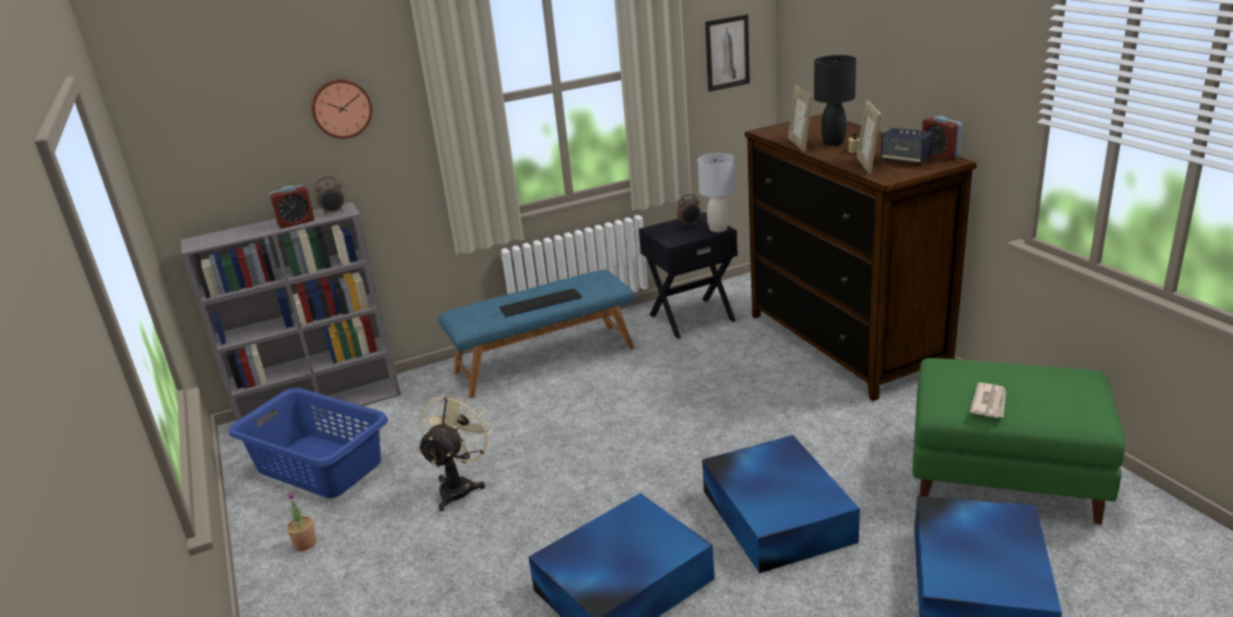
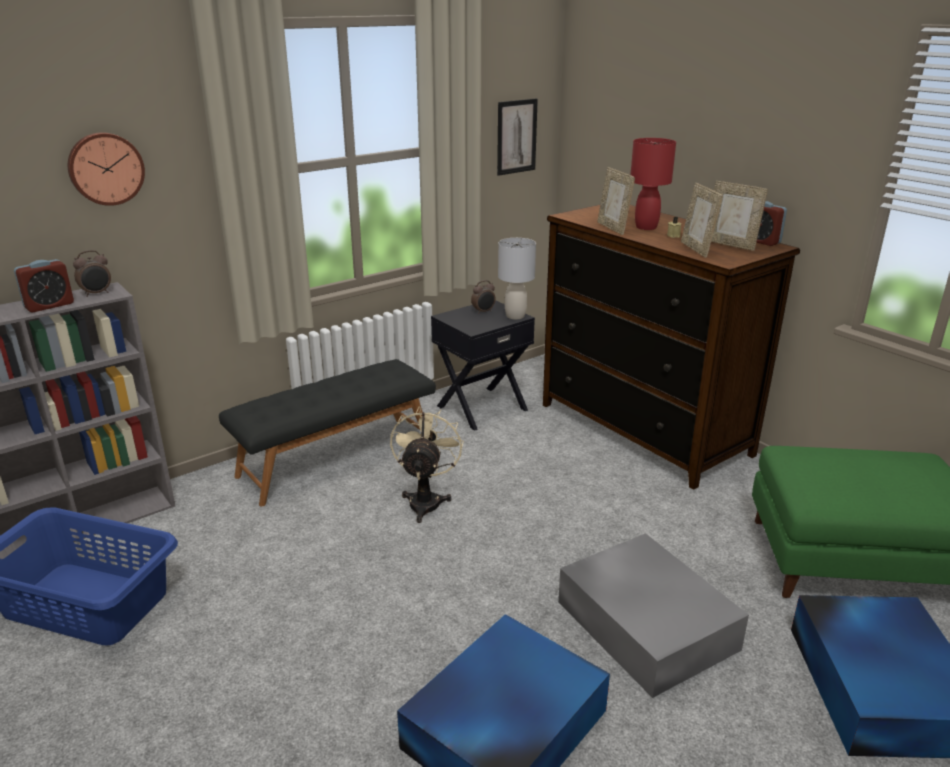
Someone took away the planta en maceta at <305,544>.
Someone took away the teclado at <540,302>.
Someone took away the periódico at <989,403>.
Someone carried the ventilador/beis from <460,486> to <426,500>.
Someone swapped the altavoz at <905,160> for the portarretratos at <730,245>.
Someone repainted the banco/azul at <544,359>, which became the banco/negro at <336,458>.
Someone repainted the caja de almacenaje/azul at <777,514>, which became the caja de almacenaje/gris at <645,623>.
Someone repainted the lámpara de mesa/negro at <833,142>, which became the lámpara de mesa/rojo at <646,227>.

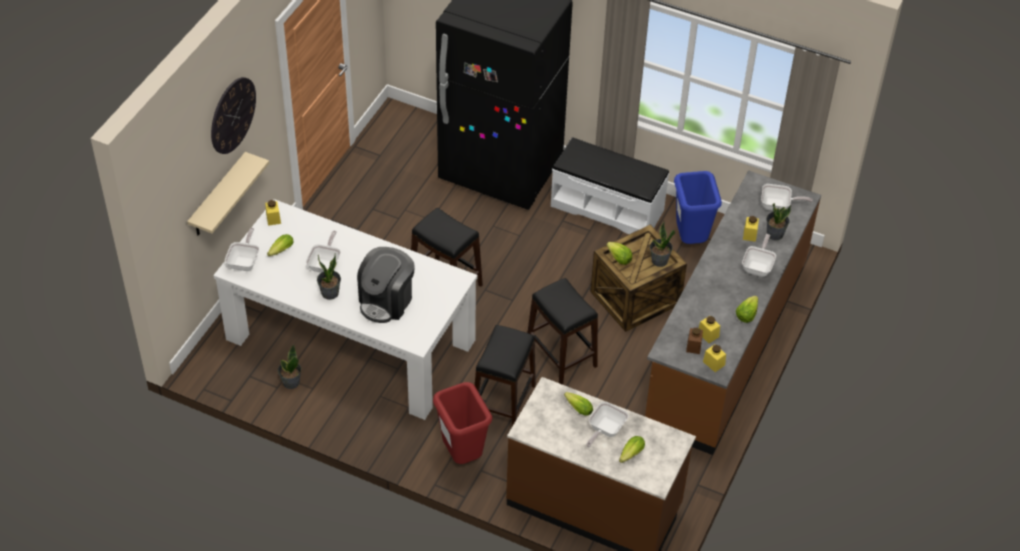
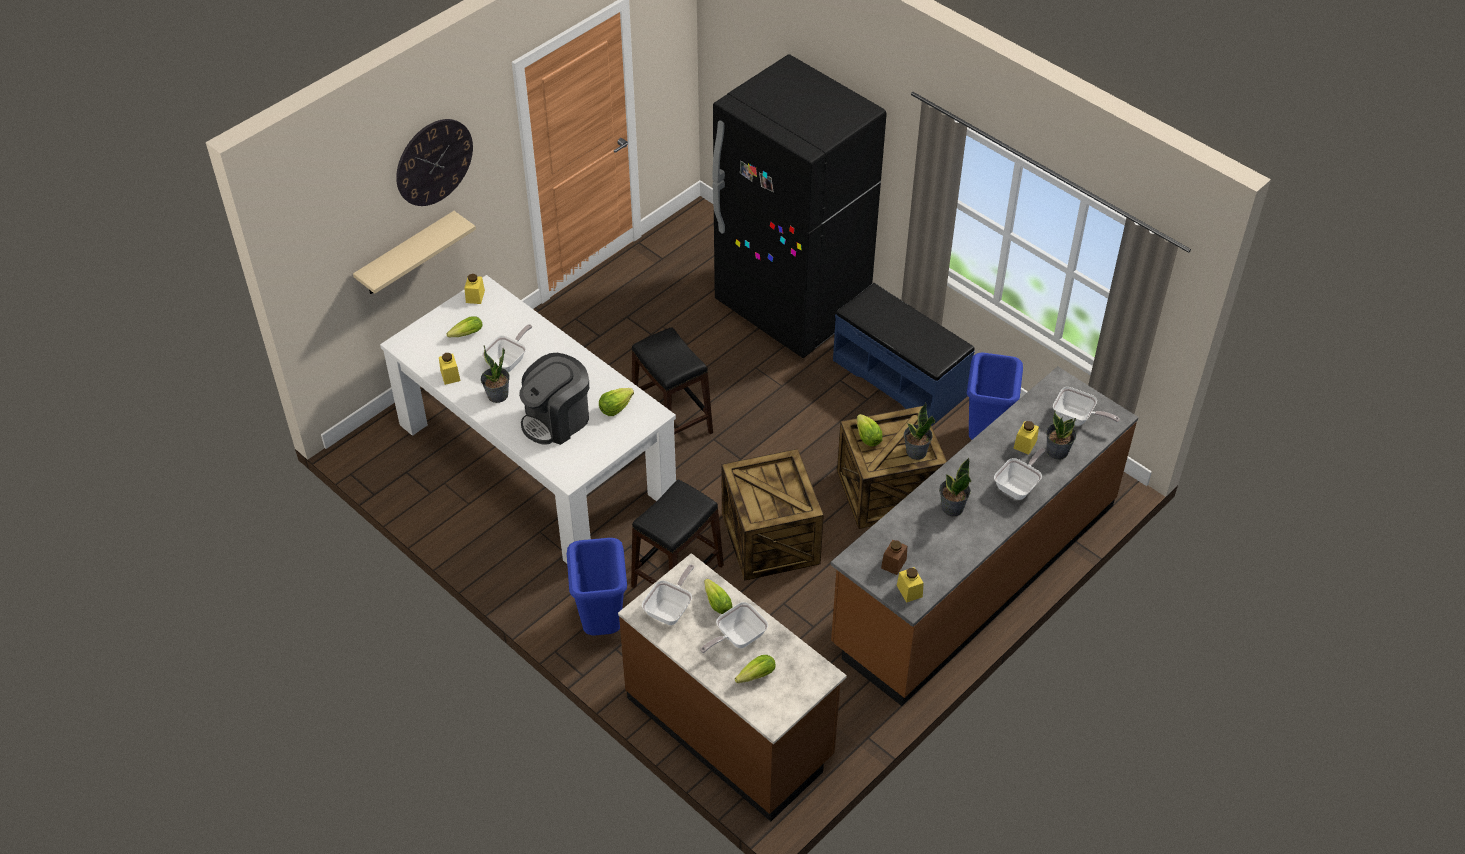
Someone carried the sartén from <245,261> to <670,609>.
Someone carried the planta en maceta from <291,382> to <952,507>.
Someone carried the tarro/amarillo from <708,334> to <450,375>.
Someone carried the lechuga from <746,315> to <615,408>.
Someone swapped the taburete/negro at <561,356> for the caja de embalaje at <768,538>.
Someone repainted the papelera/rojo at <462,455>, which became the papelera/azul at <602,625>.
Someone repainted the banco/blanco at <607,208>, which became the banco/azul at <900,377>.

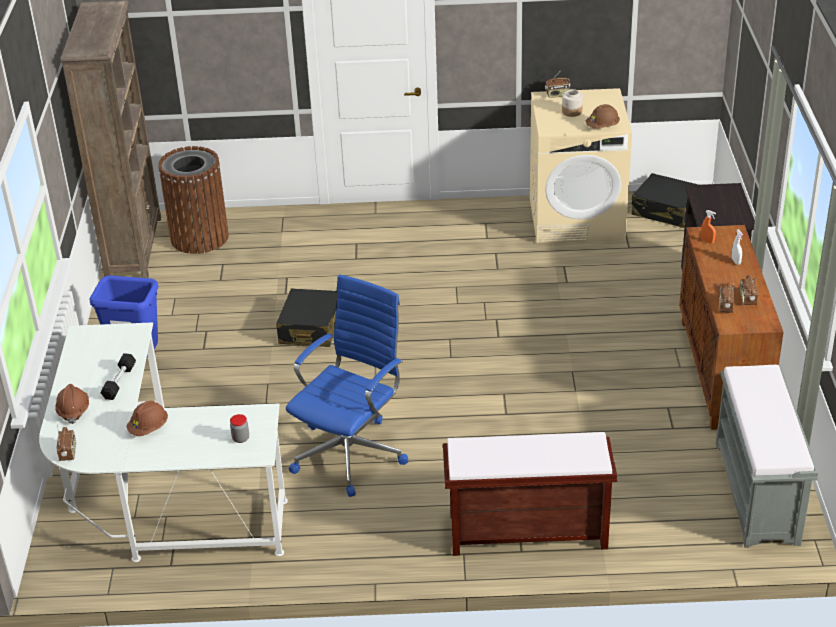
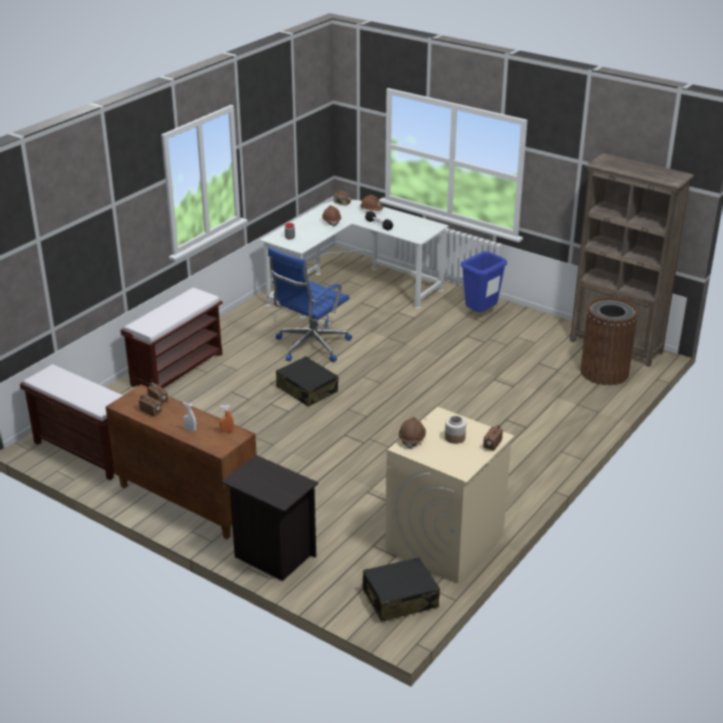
Someone carried the maleta/negro from <310,328> to <307,389>.
Someone repainted the banco/gris at <757,493>, which became the banco/marrón at <84,451>.
Someone rotated the silla de oficina/azul at <351,452> by 60 degrees clockwise.

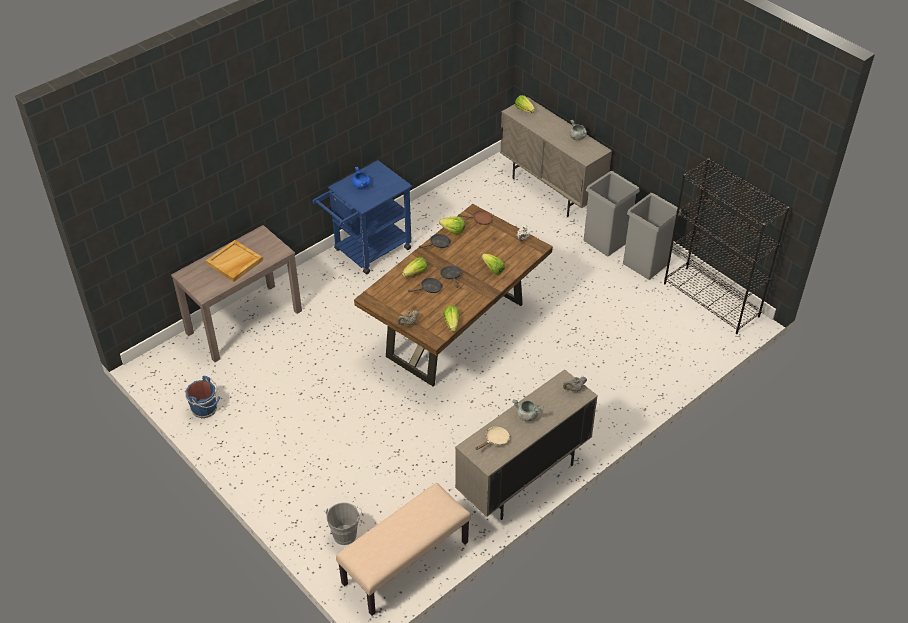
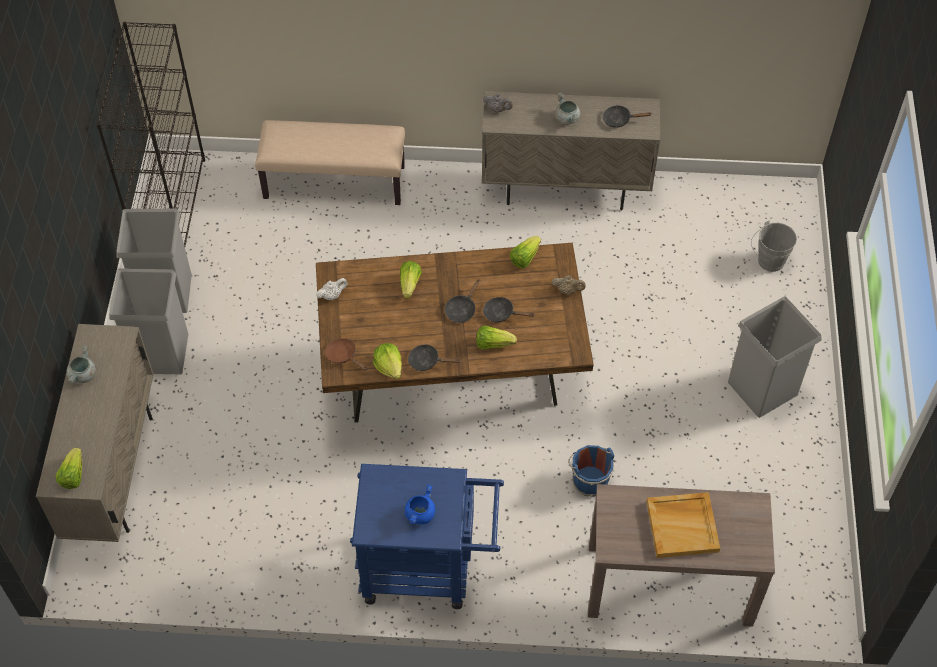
Someone put down the papelera/gris at <762,388>.
Someone carried the cubo/azul from <205,409> to <589,480>.
Someone carried the banco/beis from <405,564> to <335,181>.
Someone repainted the sartén/beis at <495,440>, which became the sartén/negro at <619,120>.

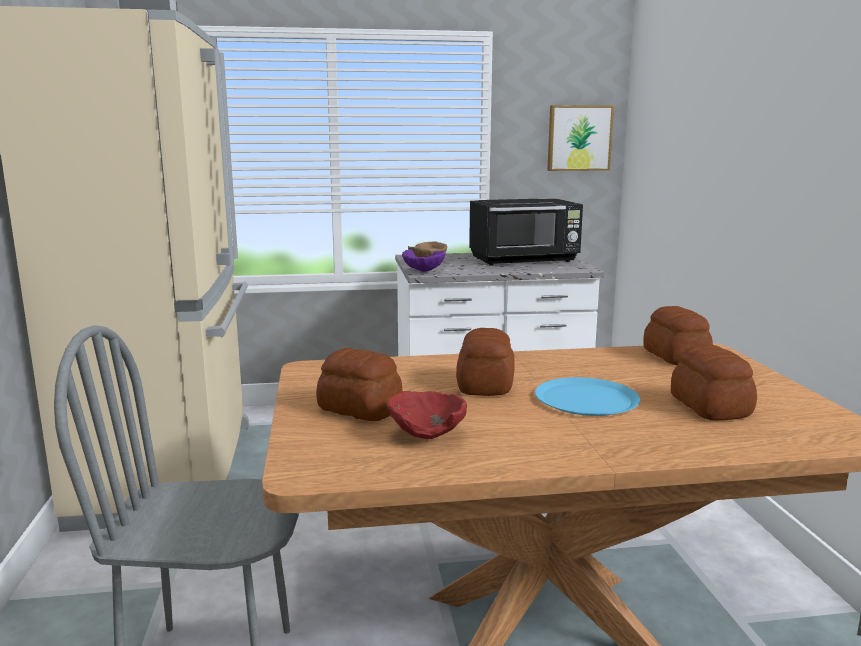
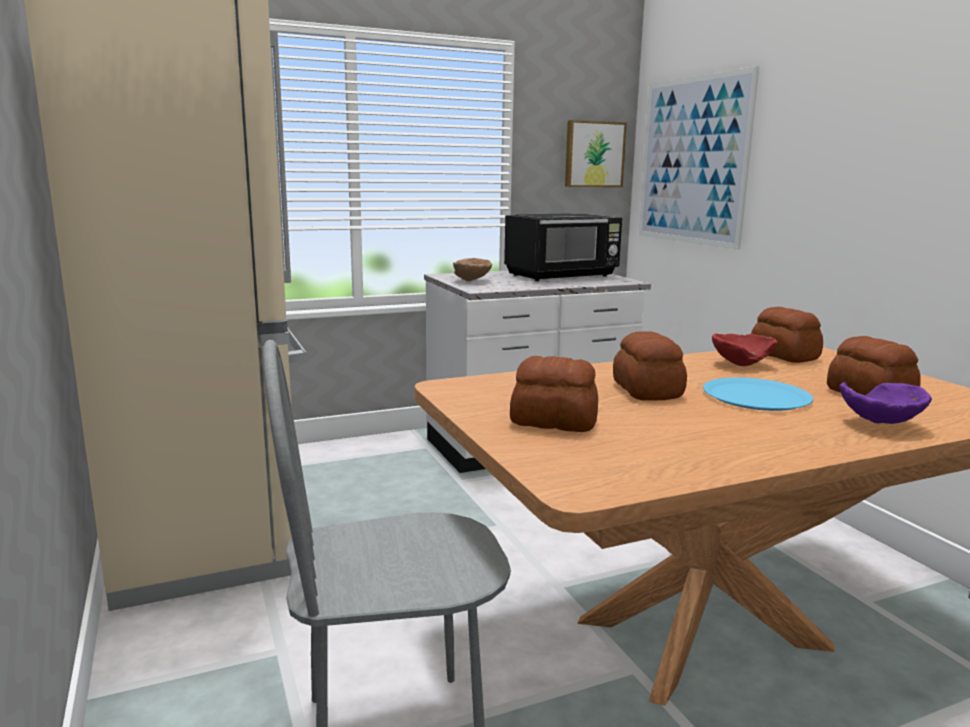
Someone put up the cuadro at <692,161>.
Someone carried the cuenco/rojo from <428,435> to <740,364>.
Someone carried the cuenco/morado from <423,272> to <881,425>.

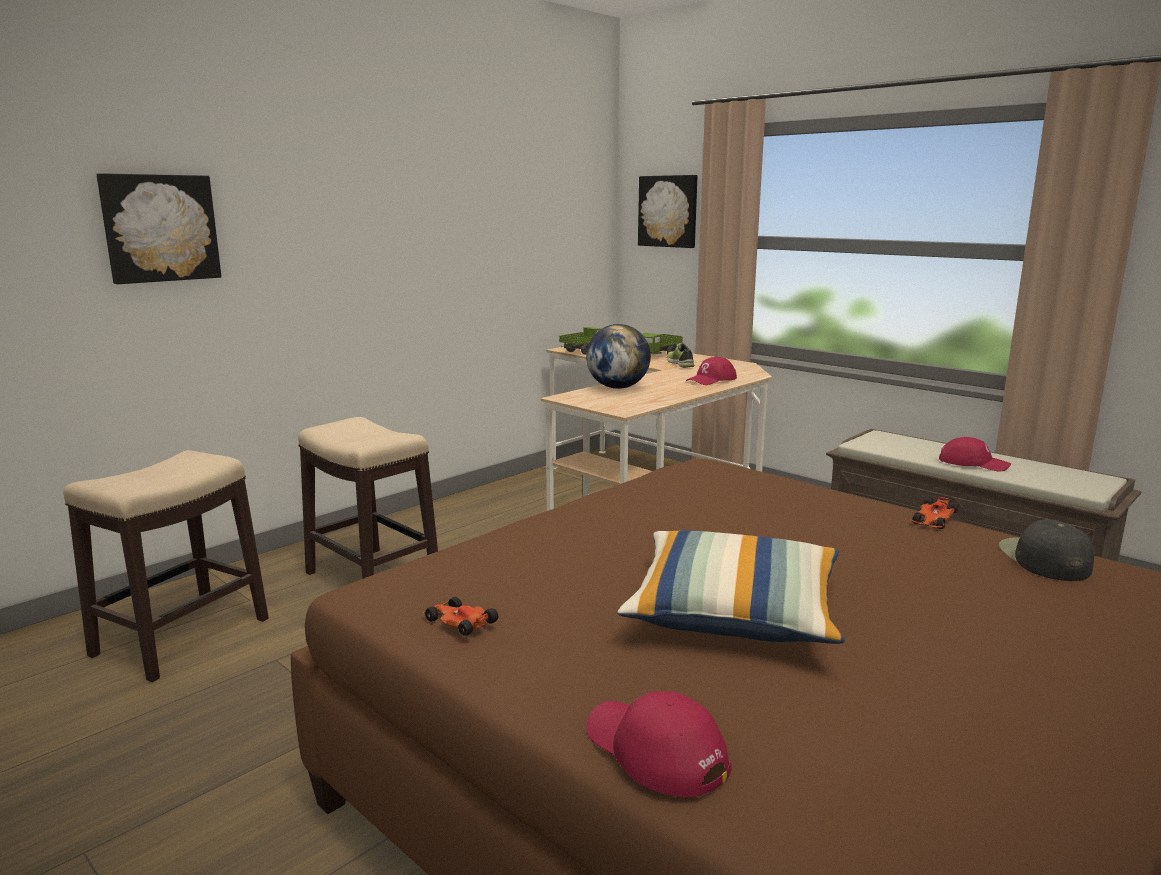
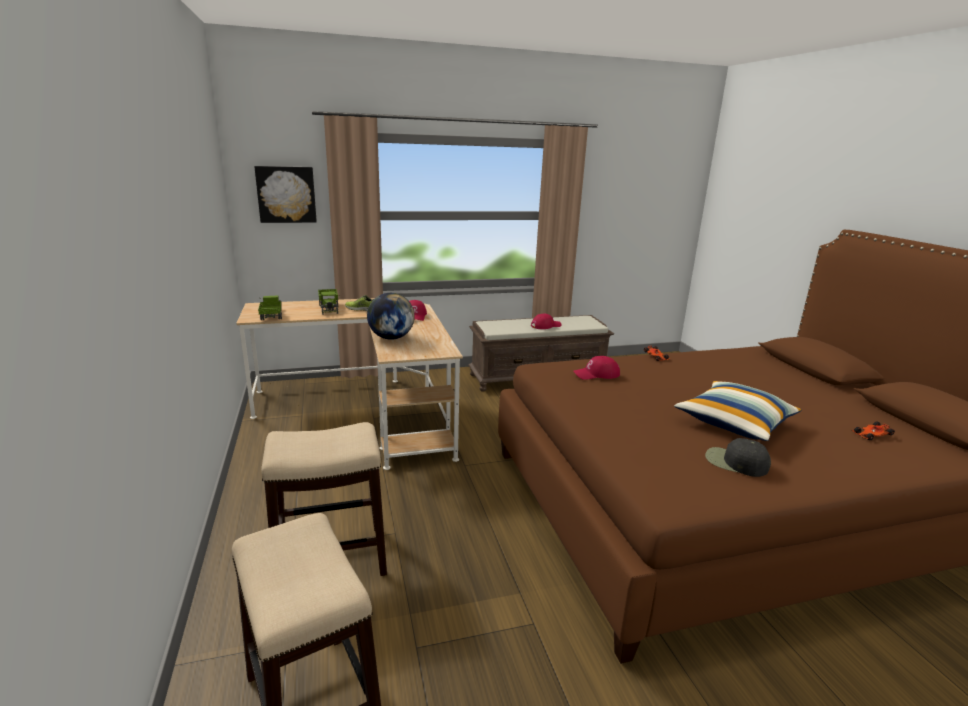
Someone took away the cuadro at <160,228>.
Someone carried the coche de juguete from <459,623> to <871,435>.
Someone carried the gorra/rojo from <654,751> to <596,374>.
Someone carried the gorra/negro from <1043,559> to <735,462>.

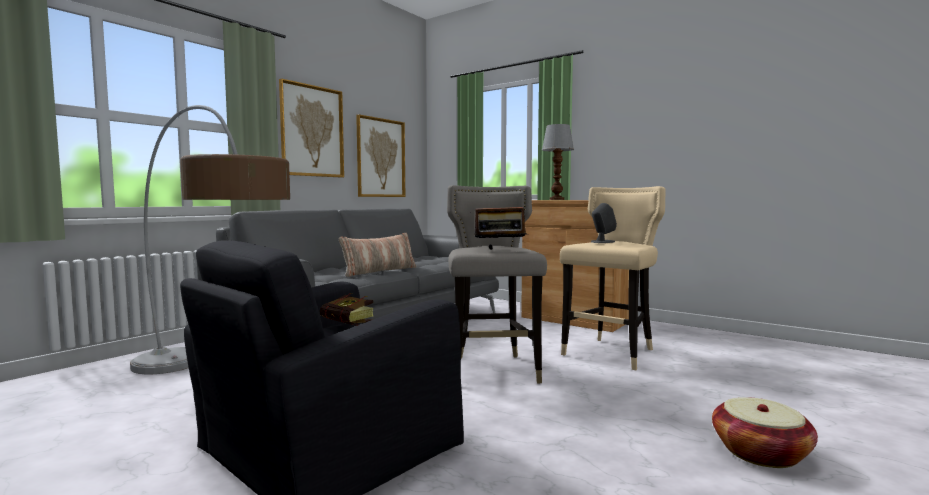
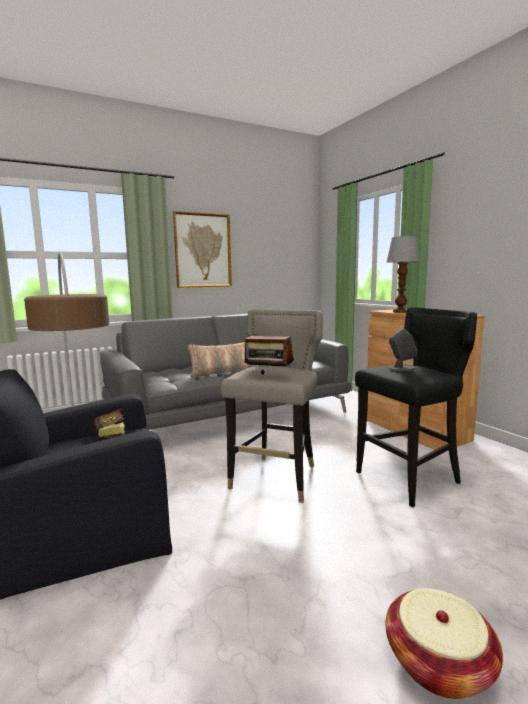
Someone took away the cuadro at <380,158>.
Someone repainted the taburete/beis at <611,353>, which became the taburete/negro at <410,479>.

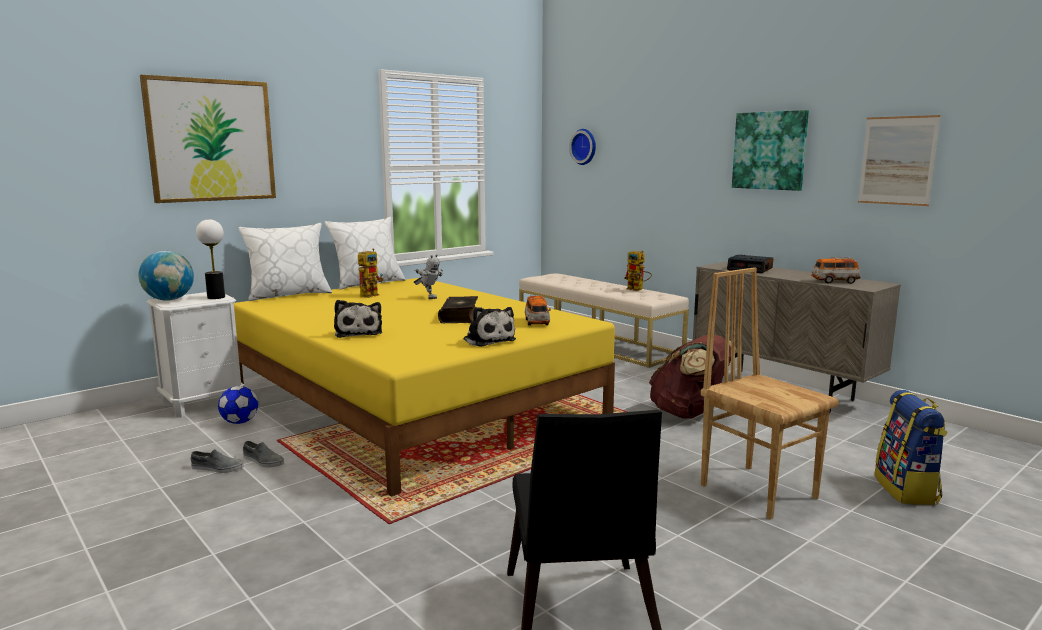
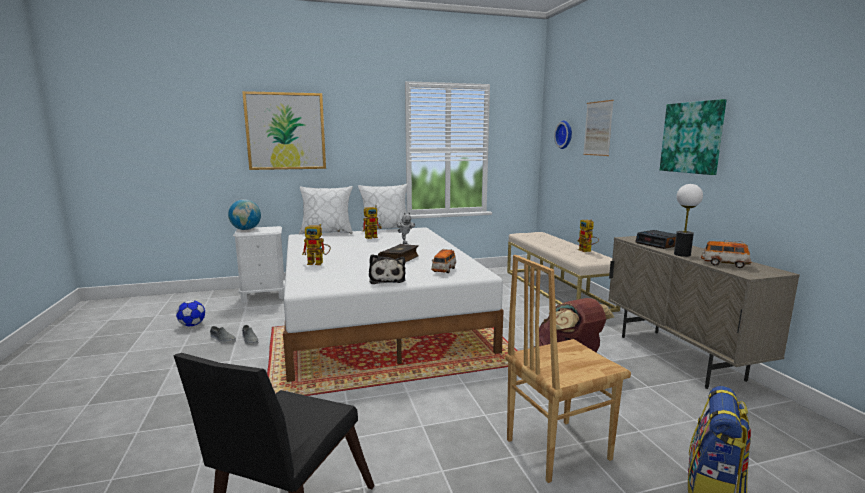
Someone carried the lámpara de mesa from <216,297> to <682,254>.
Someone carried the balón de fútbol from <240,422> to <192,325>.
Someone carried the cuadro from <897,160> to <598,128>.
Someone swapped the peluche at <358,332> for the robot de juguete at <319,263>.
Someone repainted the cama/amarillo at <413,402>, which became the cama/blanco at <377,315>.
Someone rotated the silla/marrón at <758,490> by 105 degrees counterclockwise.

